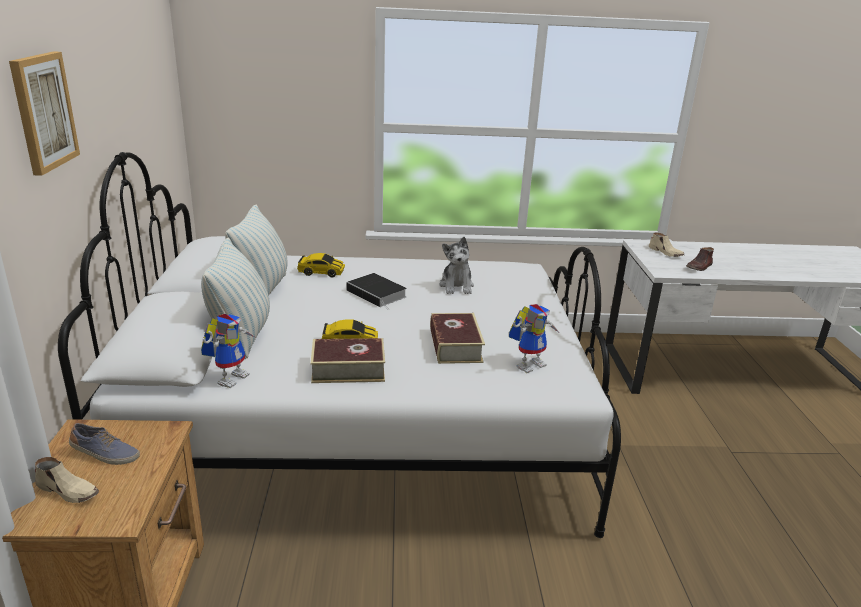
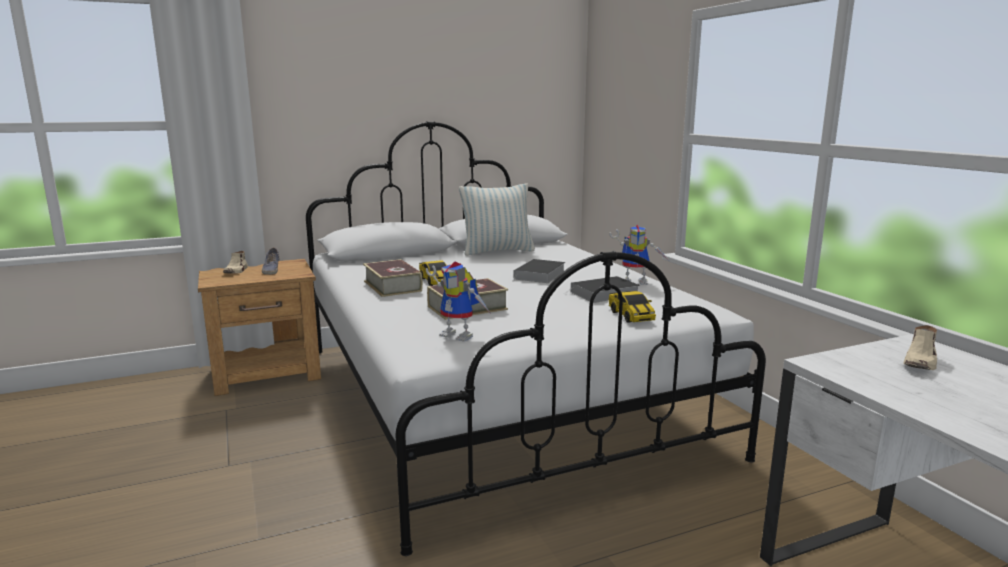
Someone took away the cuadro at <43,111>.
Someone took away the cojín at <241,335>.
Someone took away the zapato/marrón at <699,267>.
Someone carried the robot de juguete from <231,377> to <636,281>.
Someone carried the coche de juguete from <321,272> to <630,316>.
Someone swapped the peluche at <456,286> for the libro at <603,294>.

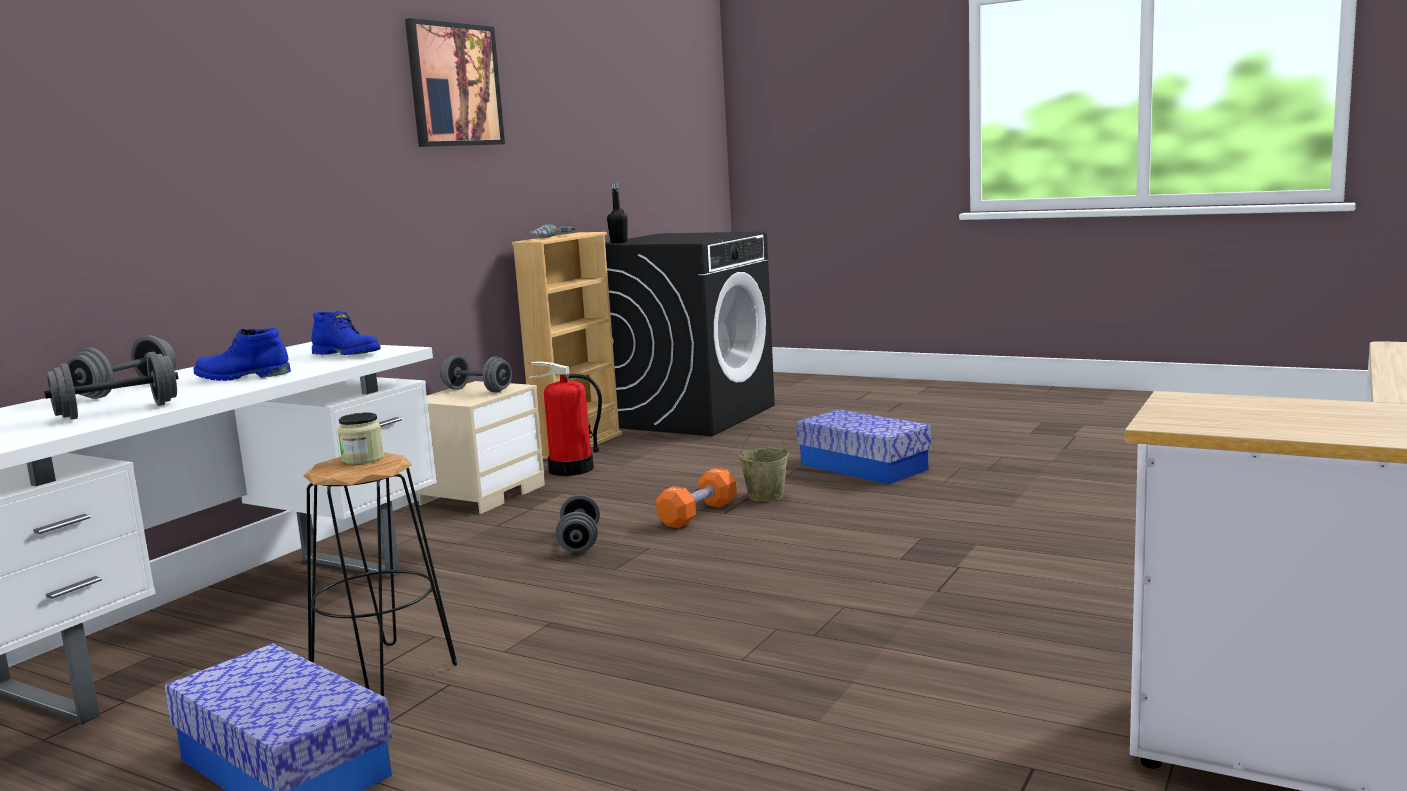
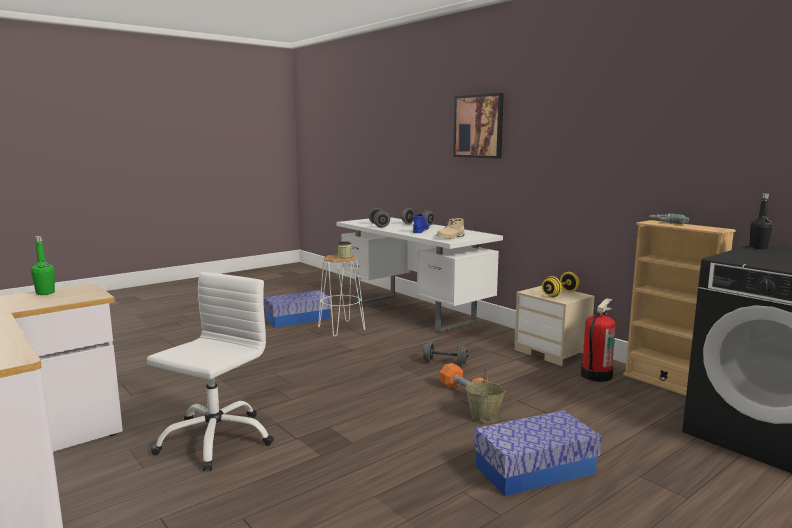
Someone put down the botella/verde at <45,293>.
Someone put down the silla de oficina/blanco at <215,439>.
Someone carried the cuadro from <454,85> to <478,126>.
Someone repainted the taburete/negro at <383,675>, which became the taburete/blanco at <341,328>.
Someone repainted the bota/azul at <348,354>, which became the bota/beis at <450,237>.
Someone repainted the mancuerna/gris at <477,390>, which became the mancuerna/amarillo at <560,294>.

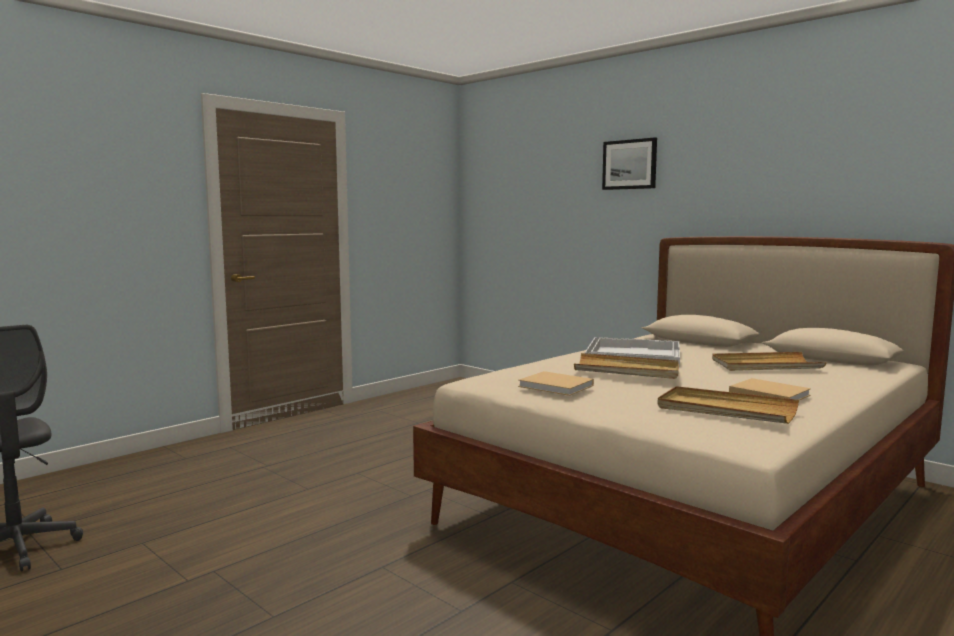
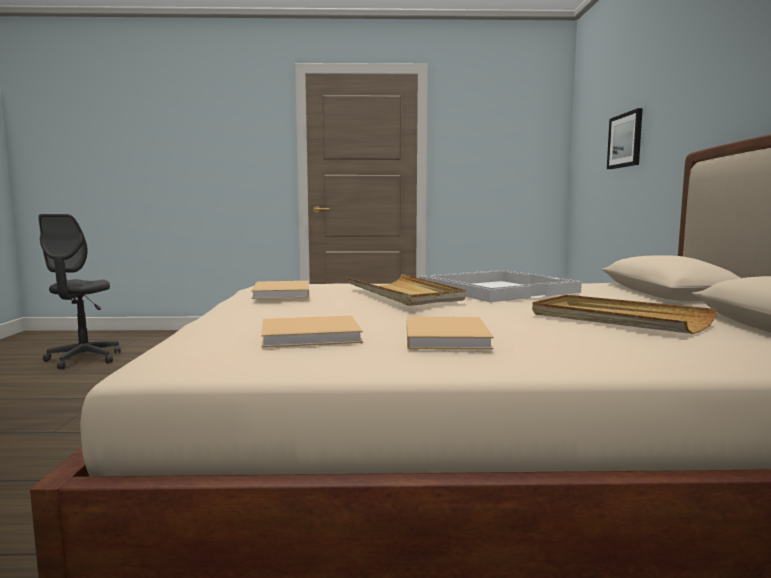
Someone carried the cuadro from <629,164> to <625,140>.
Someone swapped the bandeja/beis at <725,410> for the libro/beis at <314,335>.

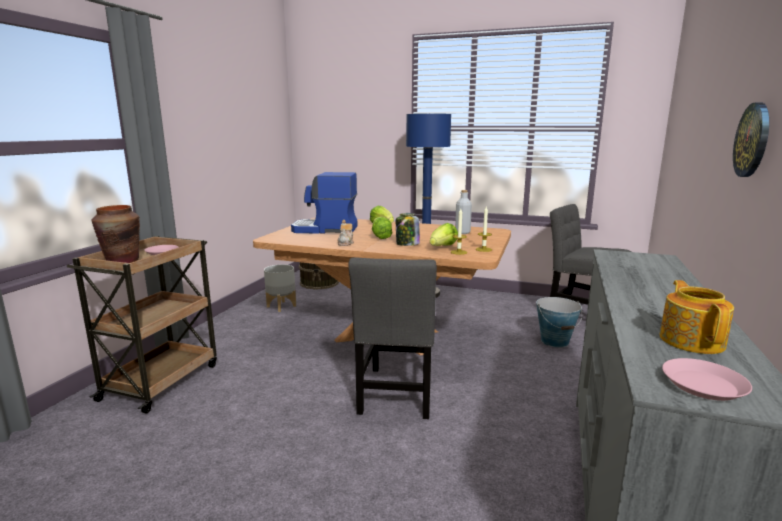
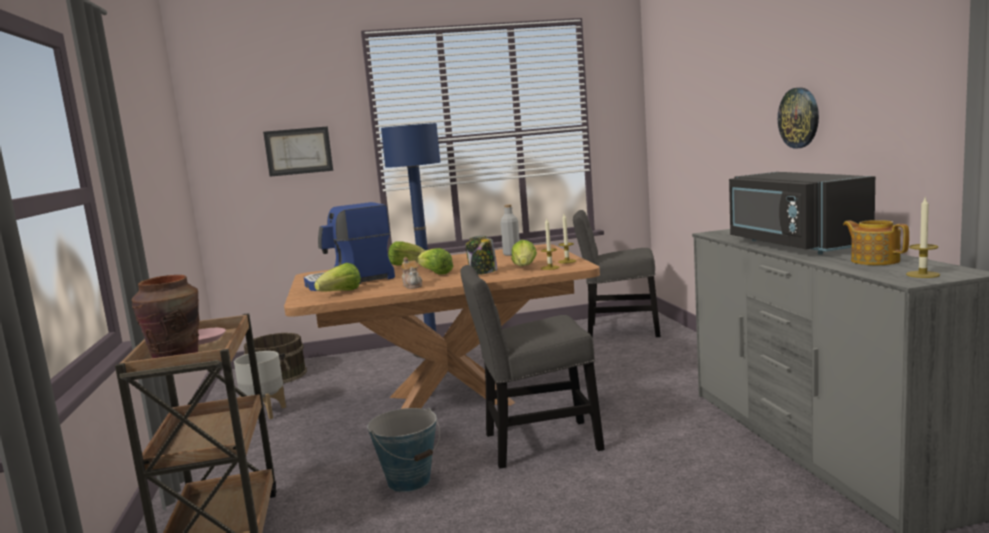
Someone put up the cuadro at <298,151>.
Someone put down the lechuga at <341,292>.
Someone put down the microondas/negro at <793,245>.
Someone carried the cubo from <555,341> to <409,481>.
Someone swapped the plato/rosa at <703,384> for the vela at <922,274>.
Someone rotated the silla/gris at <396,395> by 105 degrees clockwise.

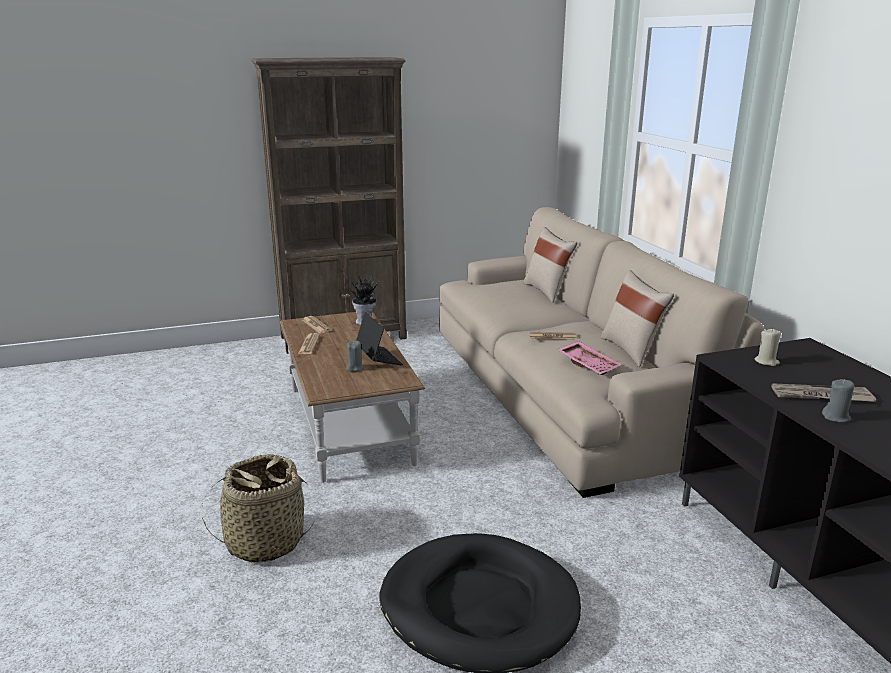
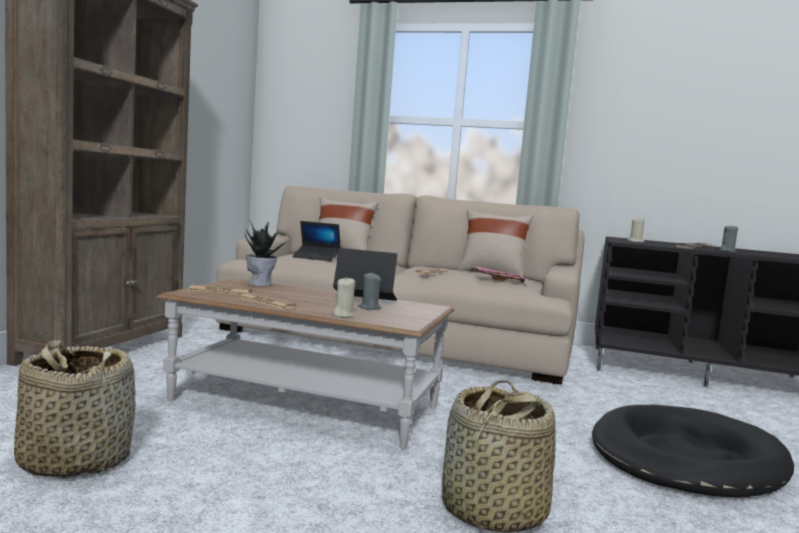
Someone put down the cesta at <75,460>.
Someone put down the portátil at <316,258>.
Someone put down the vela/beis at <343,315>.

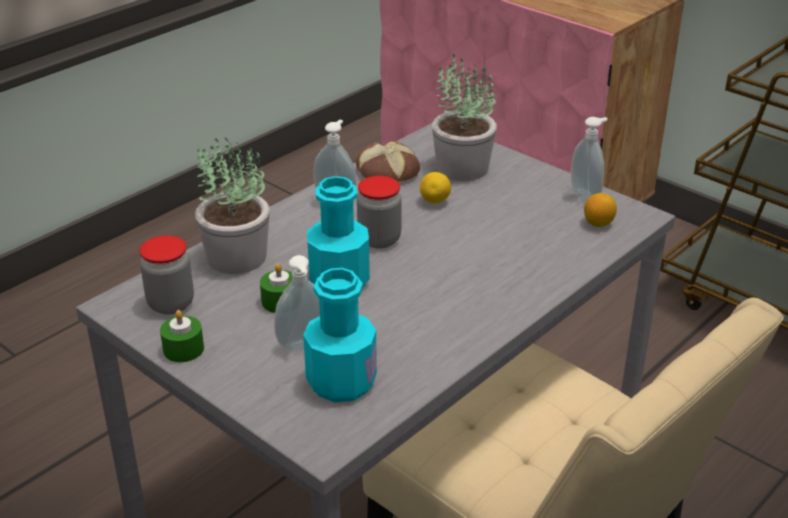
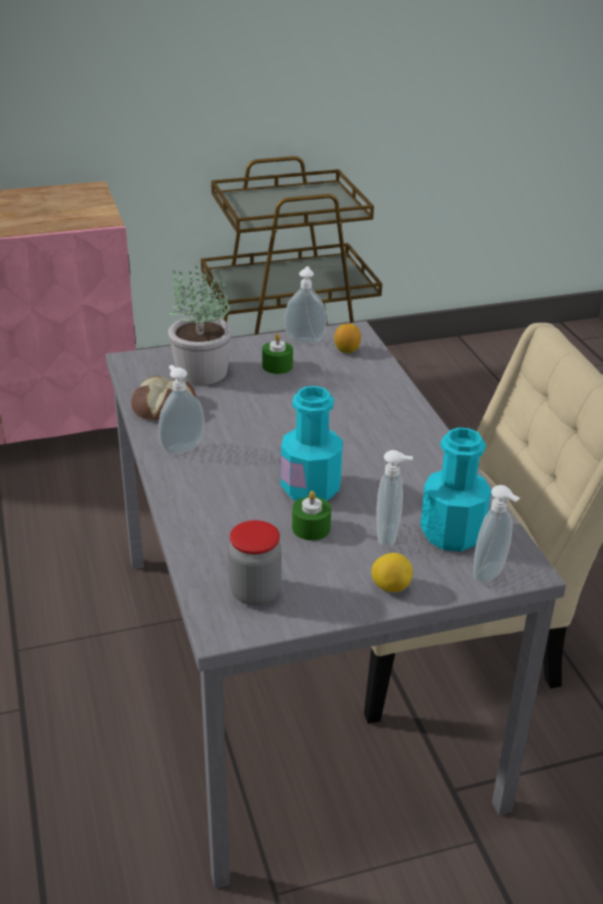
Someone took away the planta en maceta at <236,258>.
Someone took away the tarro at <379,239>.
Someone put down the dispensador de jabón at <491,575>.
Someone carried the vela/verde from <183,349> to <277,366>.
Someone carried the limón from <435,201> to <390,587>.

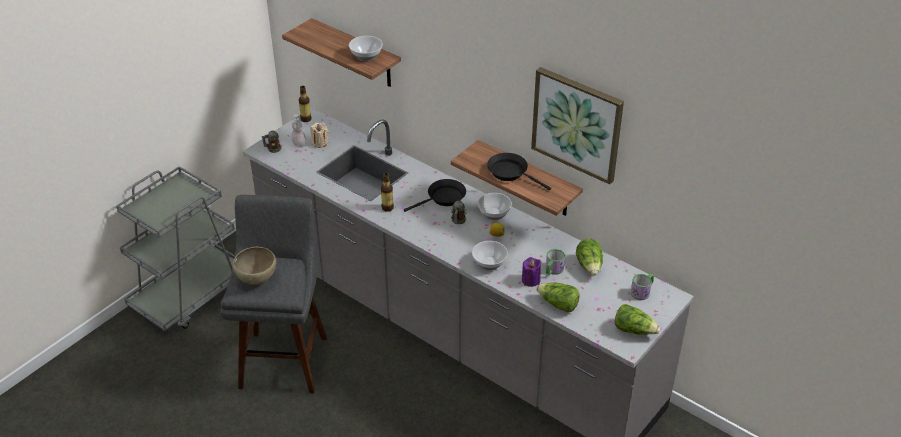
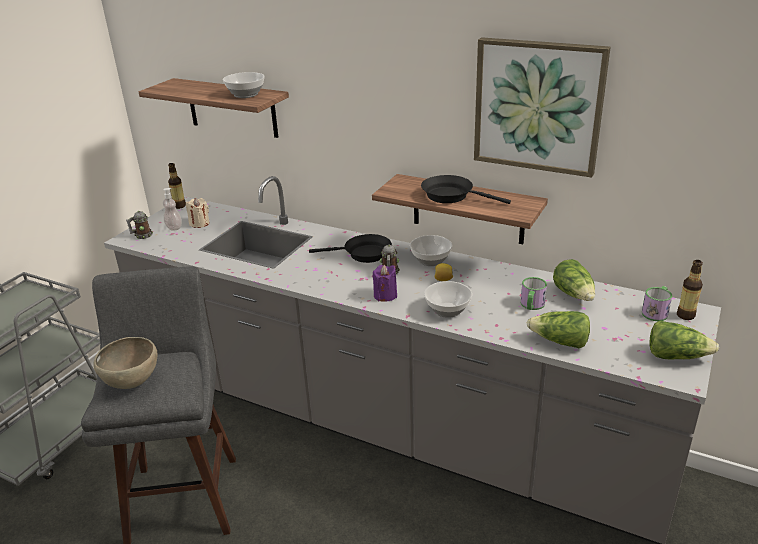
Someone carried the botella from <387,208> to <685,315>.
Someone carried the vela/morado from <531,280> to <385,295>.
Someone rotated the sartén/negro at <443,198> by 45 degrees clockwise.

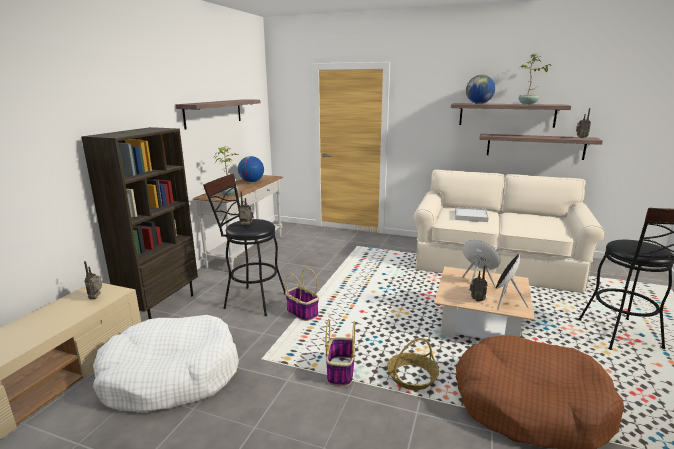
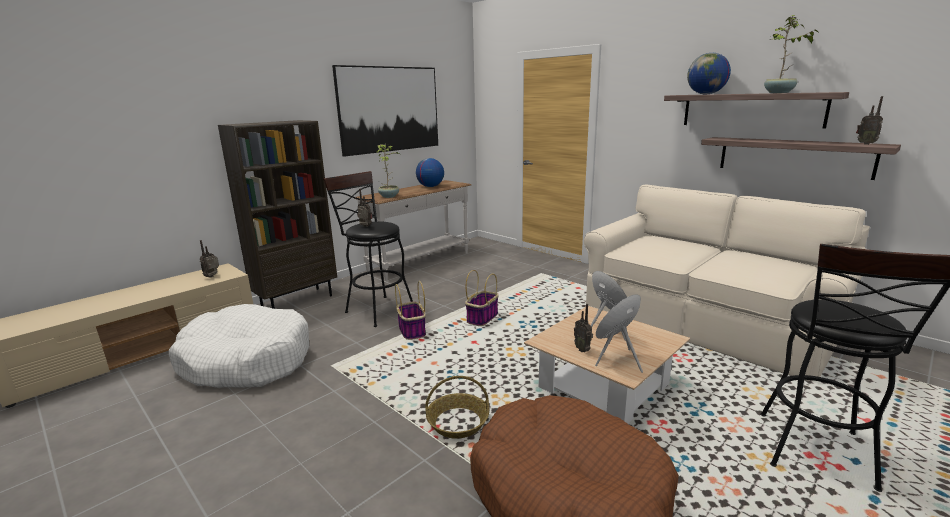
Someone took away the bandeja/blanco at <470,216>.
Someone carried the cesta from <340,371> to <482,318>.
Someone swapped the estante at <213,113> for the cuadro at <390,109>.

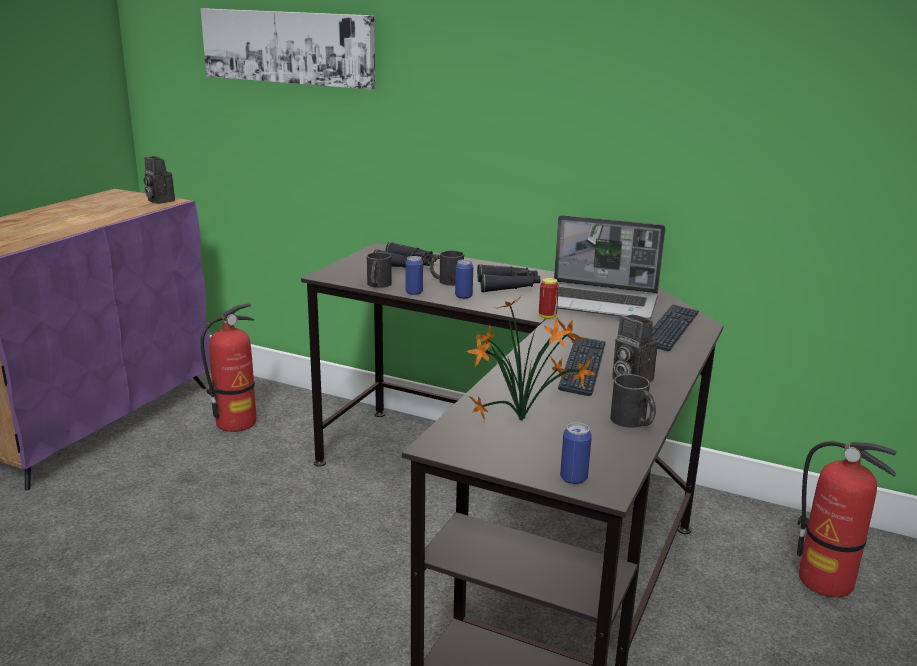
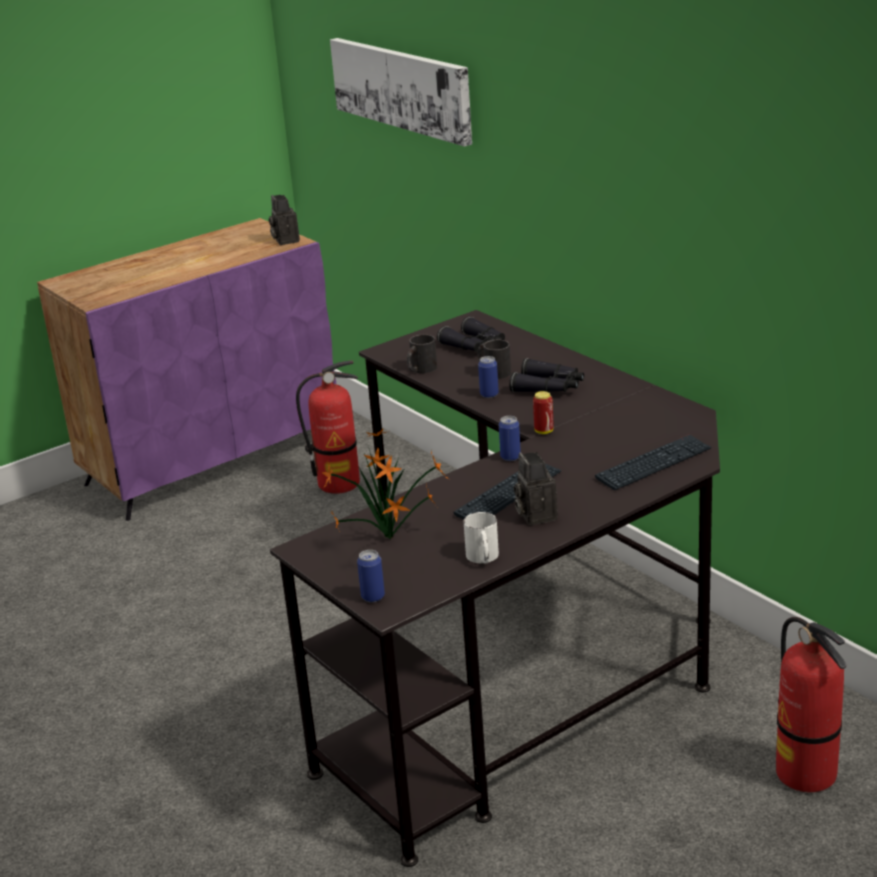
Someone took away the portátil at <601,303>.
Someone carried the lata from <414,292> to <510,457>.
Someone repainted the taza grande/negro at <633,422>, which became the taza grande/blanco at <483,558>.

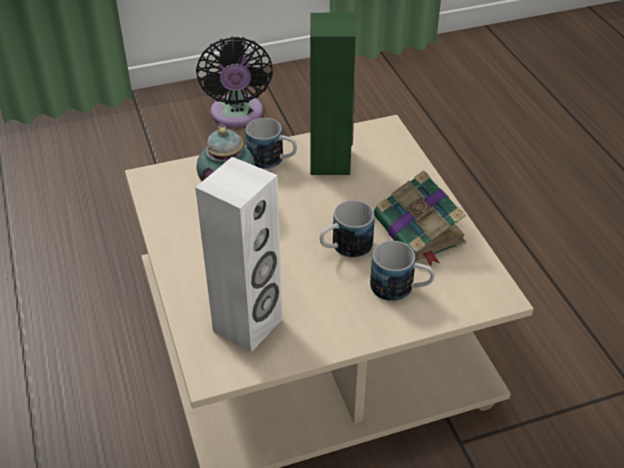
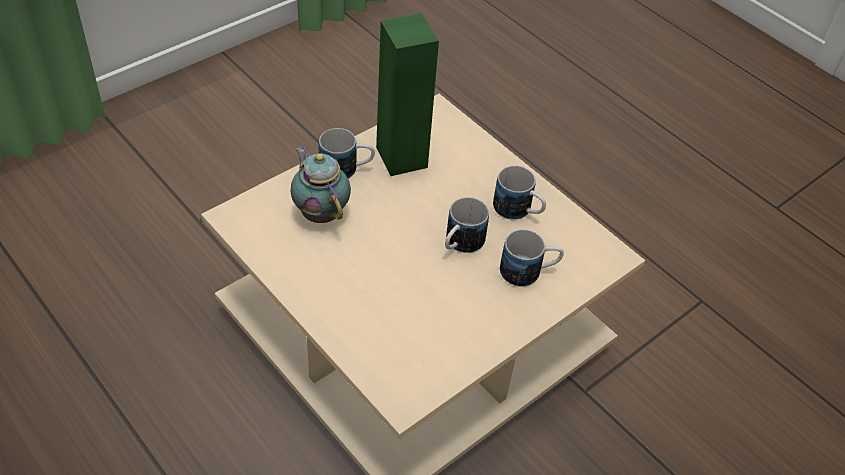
Someone took away the altavoz/blanco at <248,325>.
Someone took away the ventilador/negro at <237,115>.
Someone swapped the libro at <420,232> for the taza grande at <518,211>.

